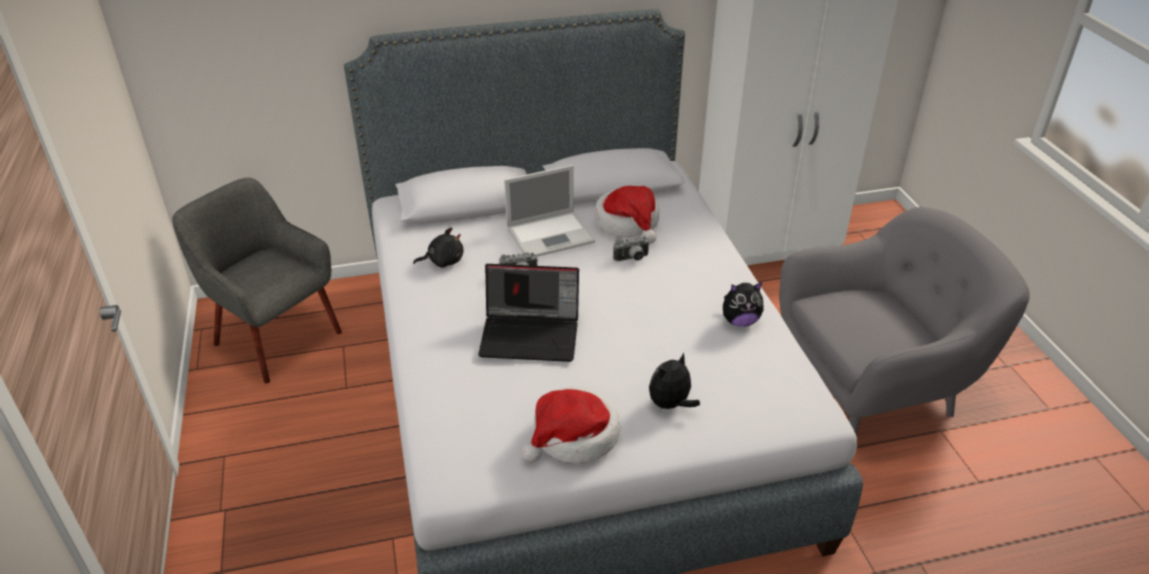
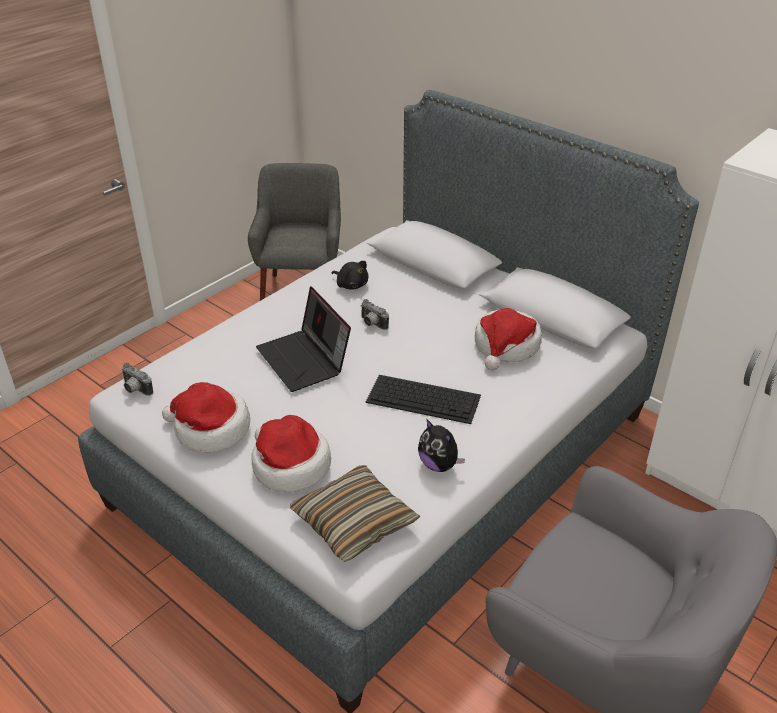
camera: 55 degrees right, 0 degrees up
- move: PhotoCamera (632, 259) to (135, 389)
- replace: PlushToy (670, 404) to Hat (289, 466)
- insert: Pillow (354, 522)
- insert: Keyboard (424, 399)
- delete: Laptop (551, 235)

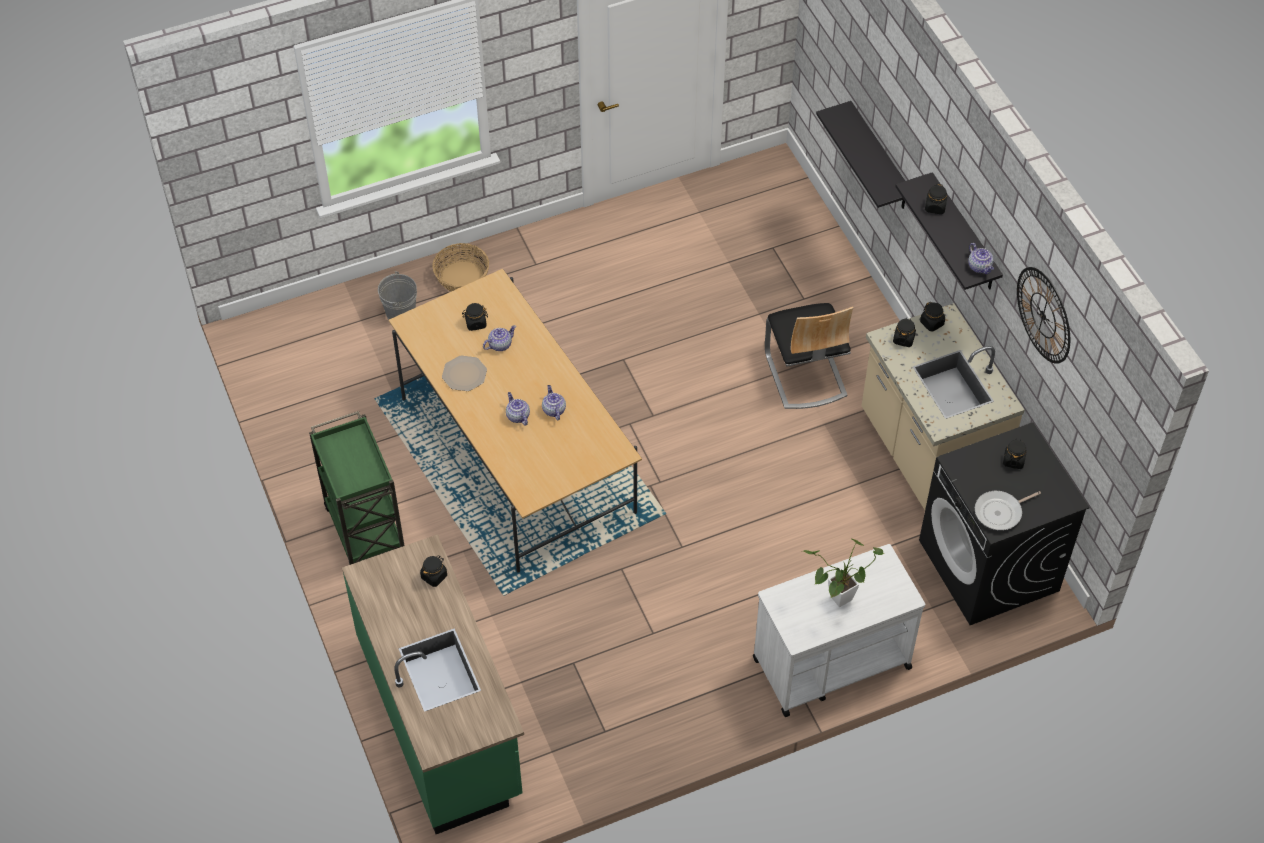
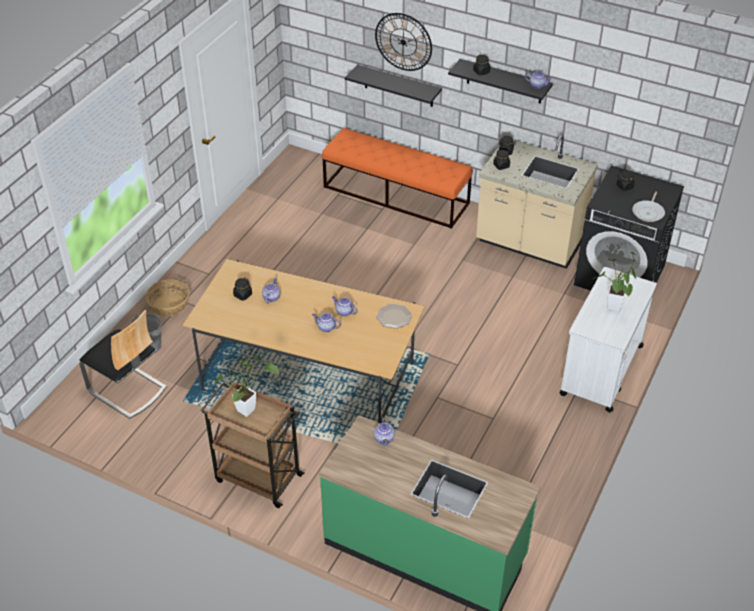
camera: 40 degrees left, 10 degrees down
- move: Chair (805, 374) to (127, 390)
- recolor: GreenCart (365, 530) to BrownCart (257, 477)
- insert: PottedPlant (249, 408)
- insert: OrangeBench (396, 195)
- replace: BlackJar (434, 576) to Teapot (384, 439)
- move: WallClock (1043, 315) to (403, 42)
- move: Plate (464, 374) to (394, 316)

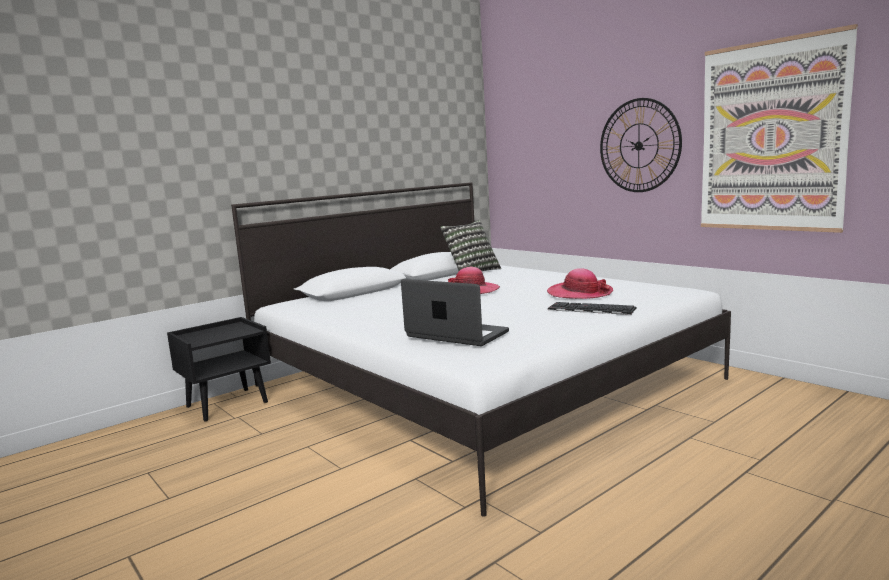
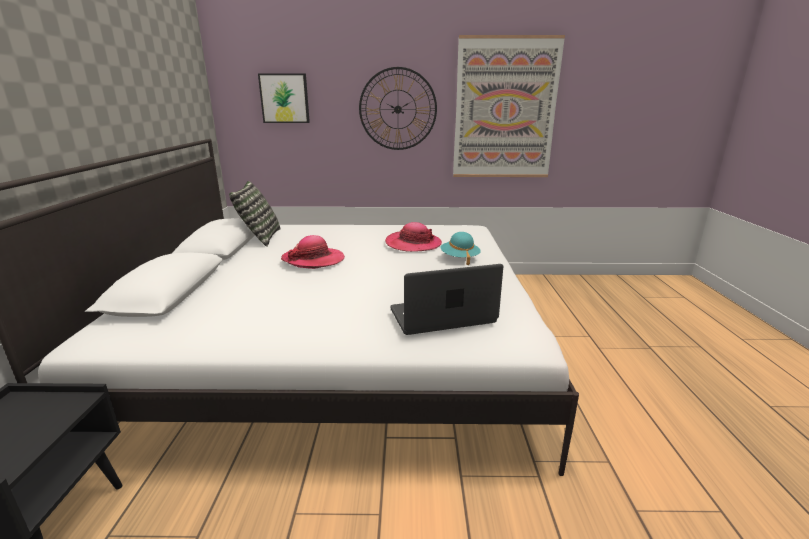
camera: 50 degrees left, 10 degrees up
- insert: Picture (285, 98)
- replace: Keyboard (590, 309) to TurquoiseHat (459, 258)

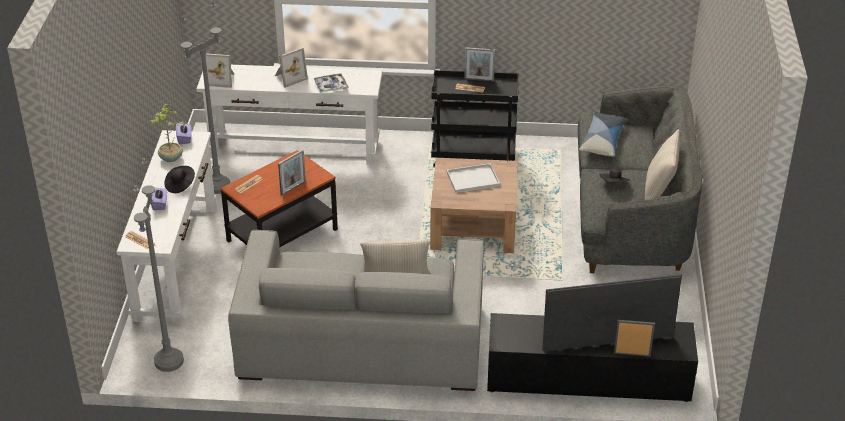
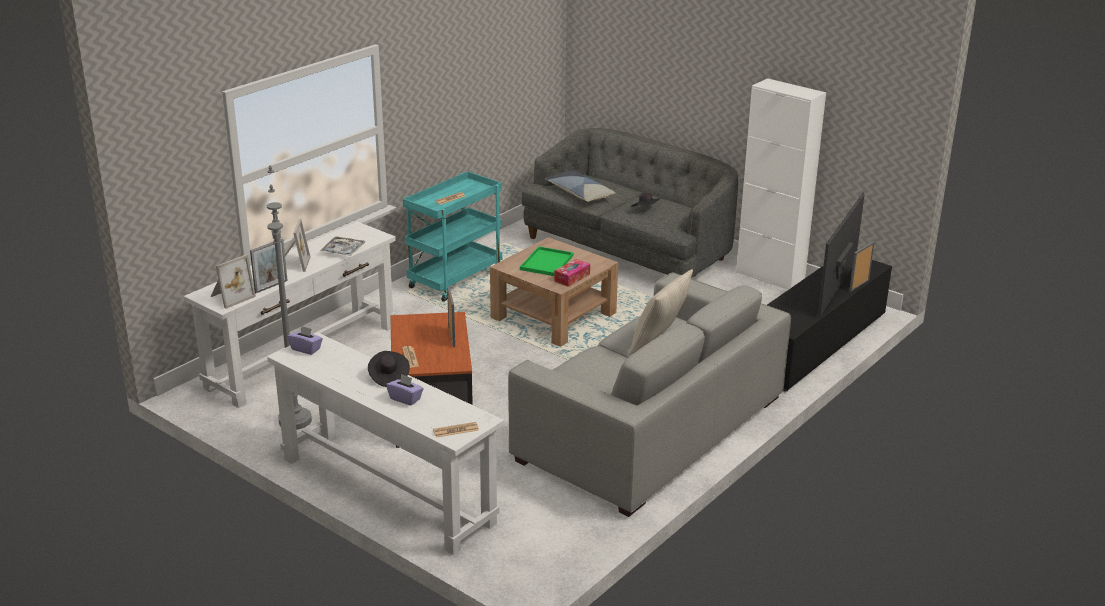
camera: 55 degrees left, 10 degrees down
- move: PictureFrame (479, 79) to (271, 286)
- recolor: BlackCart (474, 156) to TurquoiseCart (455, 279)
- recolor: WhiteTray (473, 178) to GreenTray (546, 262)
- insert: TissueBox (572, 277)
- insert: WhiteCabinet (770, 277)
- delete: GreyFloorLamp (169, 361)
- delete: PottedPlant (171, 158)
- delete: BeigePillow (659, 192)

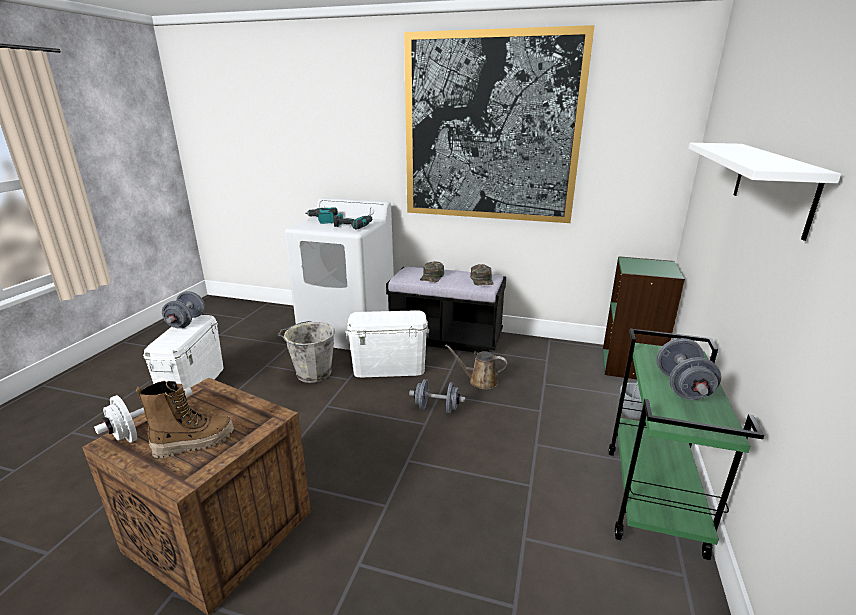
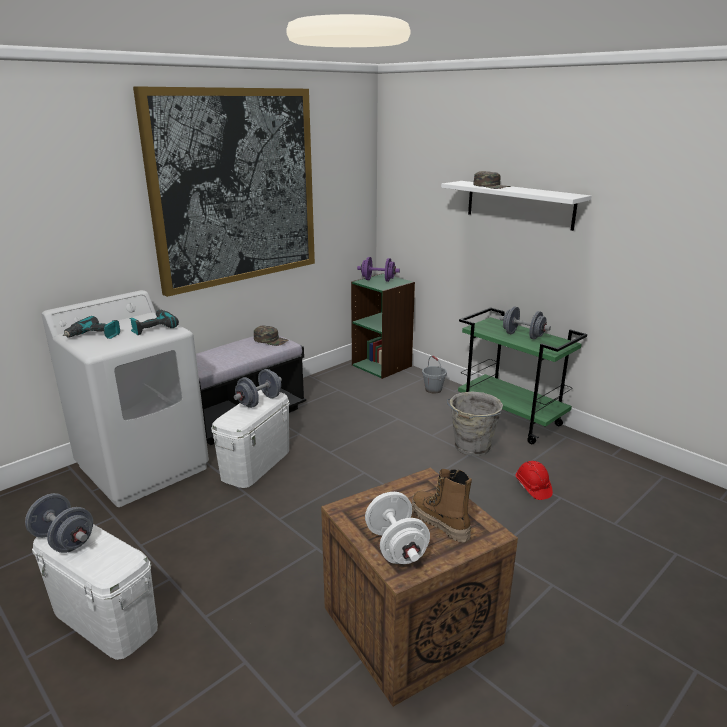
camera: 60 degrees left, 0 degrees up
- move: GreyDumbbell (437, 408) to (259, 401)
- insert: PurpleDumbbell (378, 280)
- rotate: Boot (194, 443) = (439, 523) 45 degrees counterclockwise
- move: GreyBucket (312, 373) to (471, 447)
- move: GreenCap (432, 276) to (491, 186)
- insert: RedHardHat (532, 488)
- delete: BrownWateringCan (480, 381)

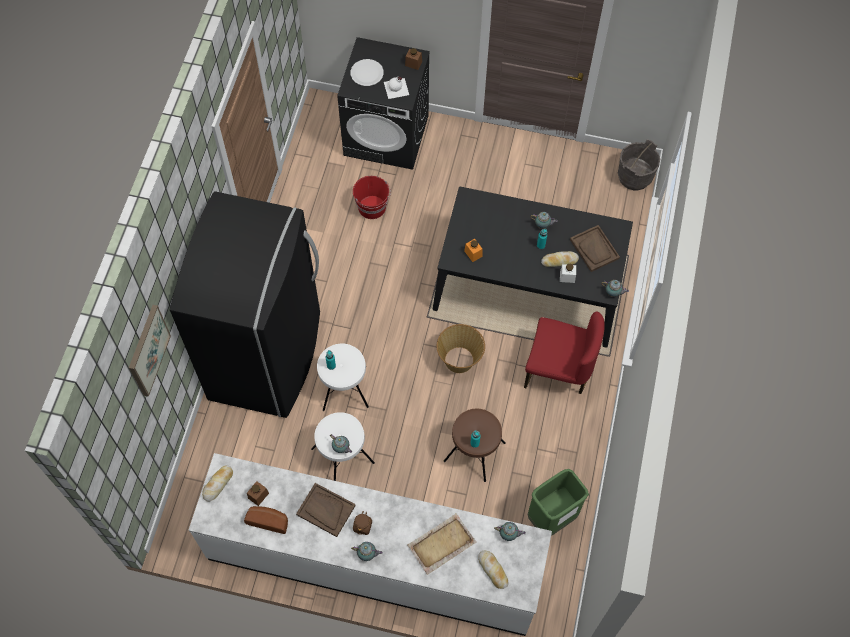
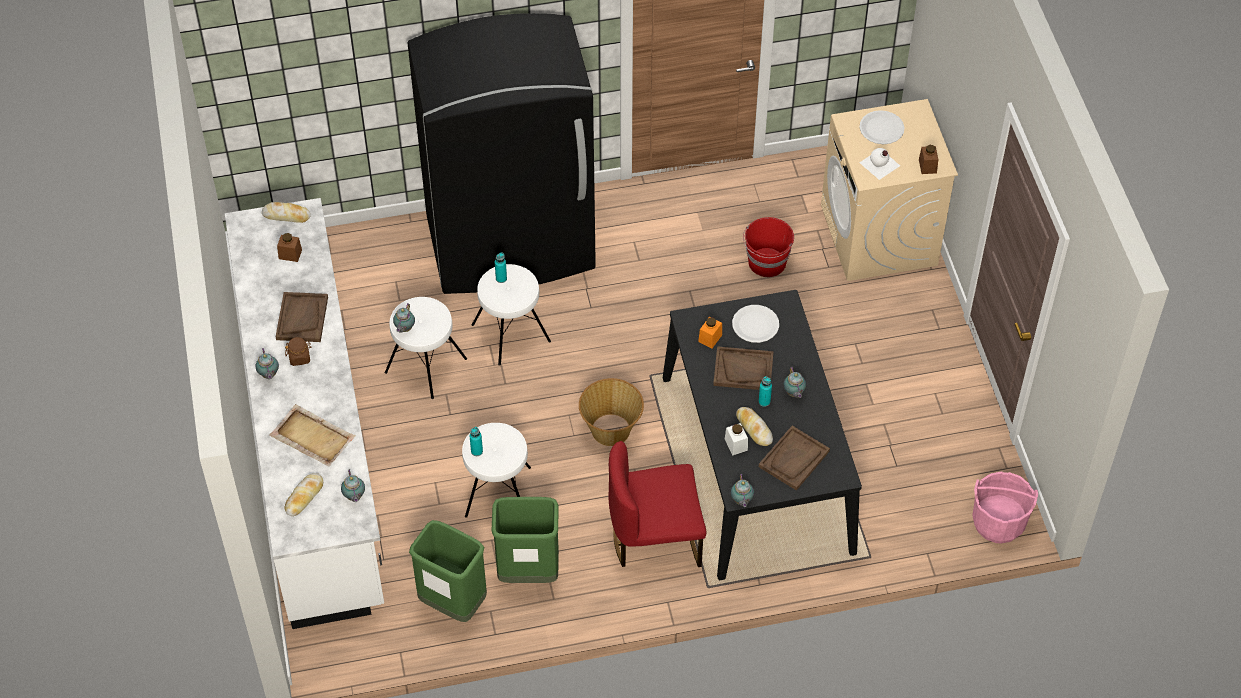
camera: 65 degrees right, 10 degrees down
- recolor: BrownStool (474, 452) to WhiteStool (497, 491)
- insert: GreenTrashCan (528, 572)
- rotate: RedChair (558, 370) = (655, 538) 90 degrees clockwise
- insert: BrownTray (743, 370)
- insert: WhitePlate (755, 324)
- recolor: BlackWashingMachine (387, 135) to BeigeWashingMachine (879, 236)
- recolor: GreyBucket (634, 176) to PinkBucket (998, 522)
- delete: Picture (148, 350)
- delete: Bread (268, 520)

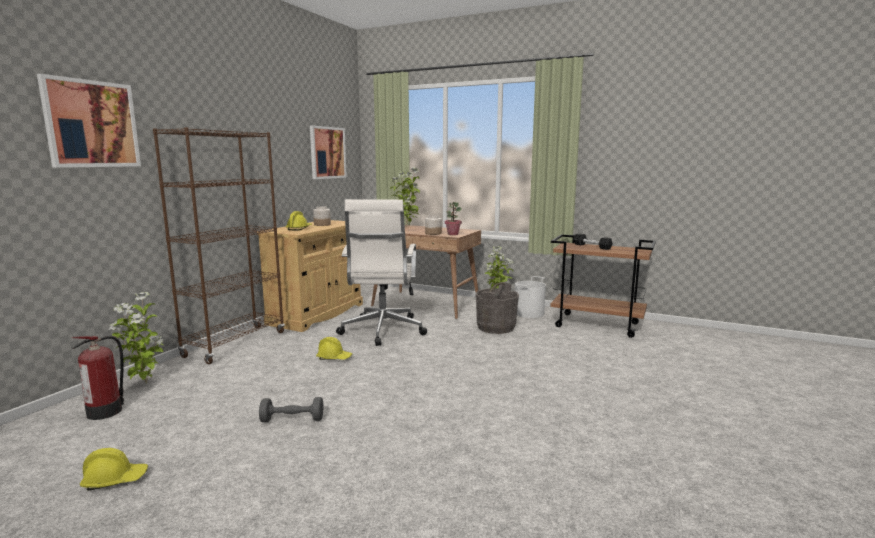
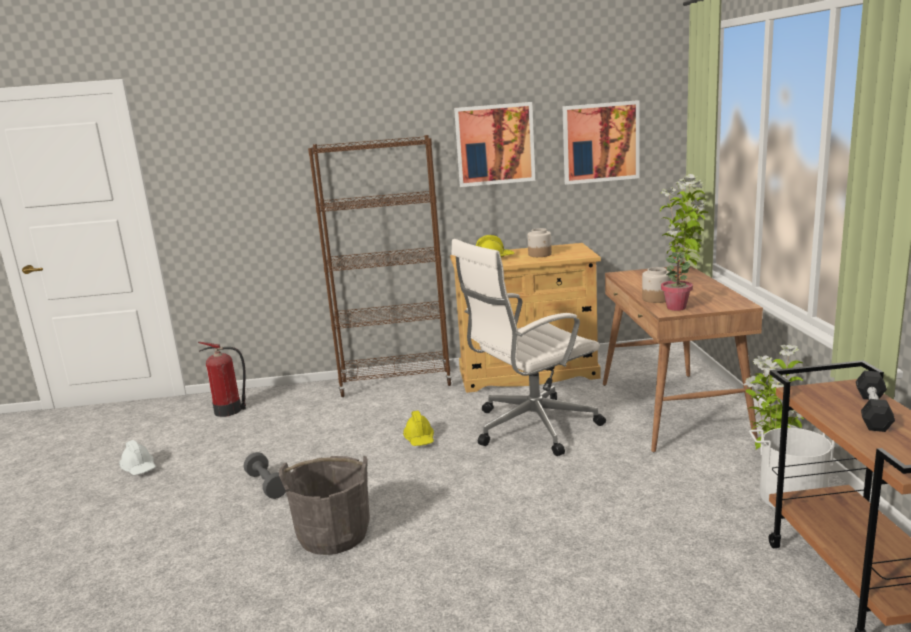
camera: 60 degrees right, 5 degrees up
- recolor: YellowHardHat (115, 480) to WhiteHardHat (139, 468)
- move: GreyBucket (495, 327) to (334, 534)
- move: Picture (91, 124) to (495, 144)
- delete: PottedPlant (144, 383)

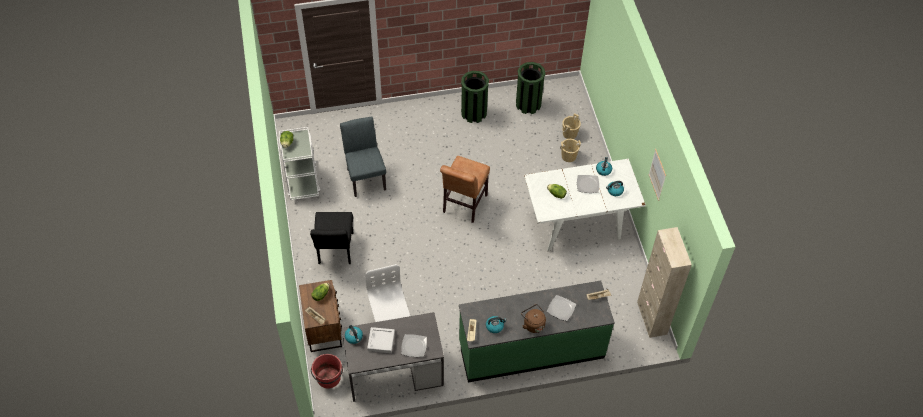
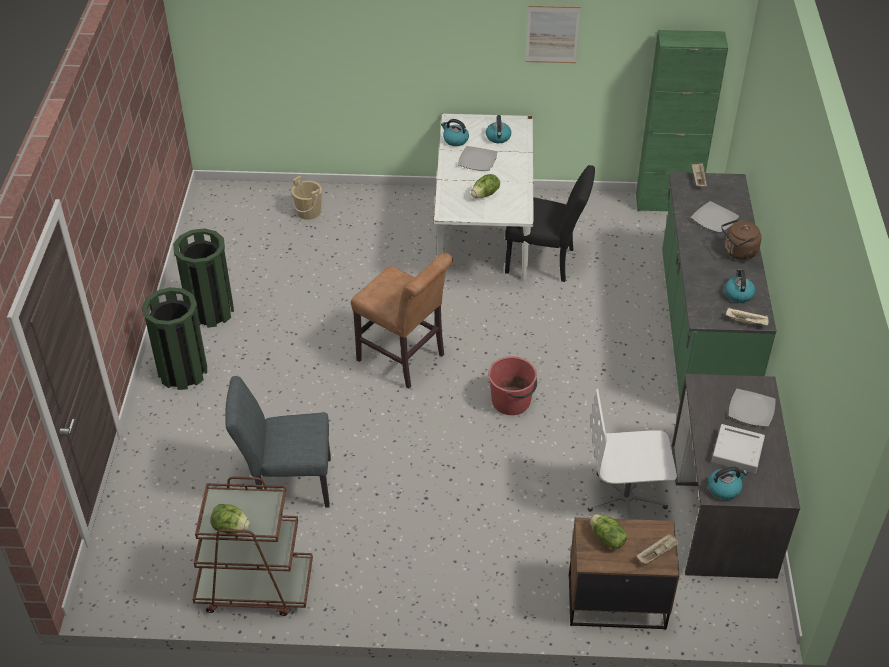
camera: 75 degrees left, 10 degrees down
- move: GreenTrashCan (528, 104) to (183, 371)
- recolor: WhiteCart (302, 180) to BrownCart (254, 587)
- move: RedBucket (328, 378) to (511, 401)
- move: BlackChair (335, 251) to (546, 262)
- recolor: BeigeCabinet (651, 318) to GreenCabinet (666, 203)
- delete: BeigeBucket (568, 156)

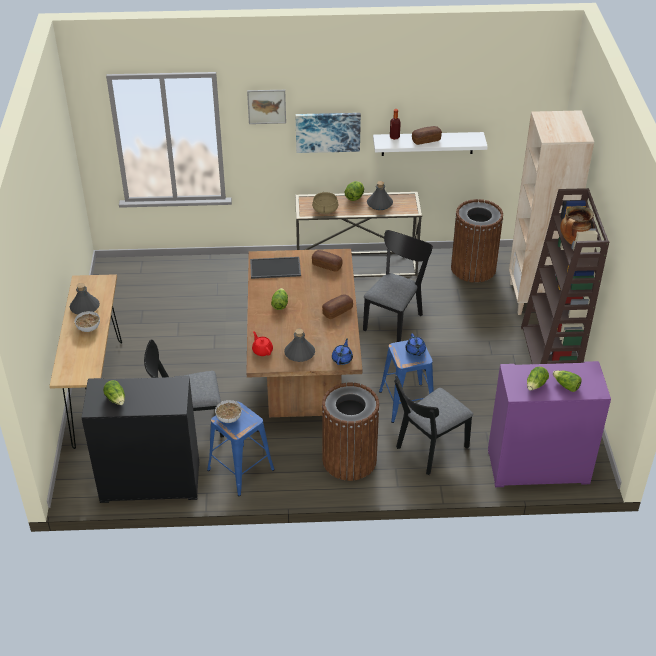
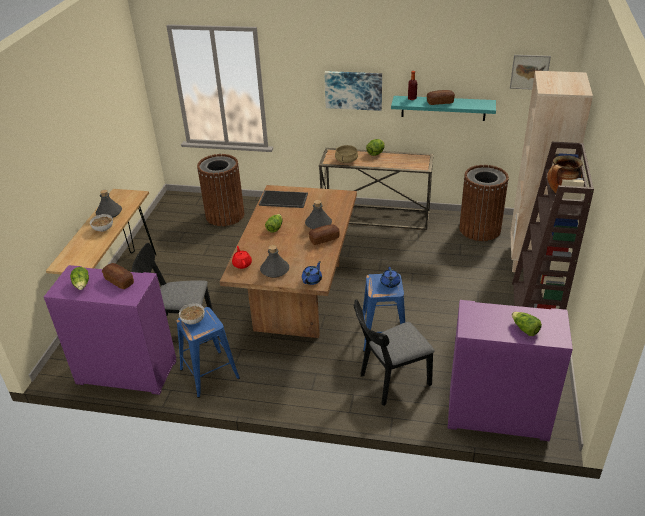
camera: 15 degrees right, 5 degrees down
- recolor: BlackCabinet (149, 482) to PurpleCabinet (126, 372)
- move: Bread (327, 265) to (119, 281)
- move: BrownTrashCan (349, 459) to (225, 215)
- move: GreyBottle (379, 204) to (318, 224)
- recolor: WhiteShelf (427, 143) to TurquoiseShelf (443, 108)
- move: Picture (266, 106) to (529, 72)
- delete: BlackChair (395, 319)
- delete: Lettuce (536, 385)

